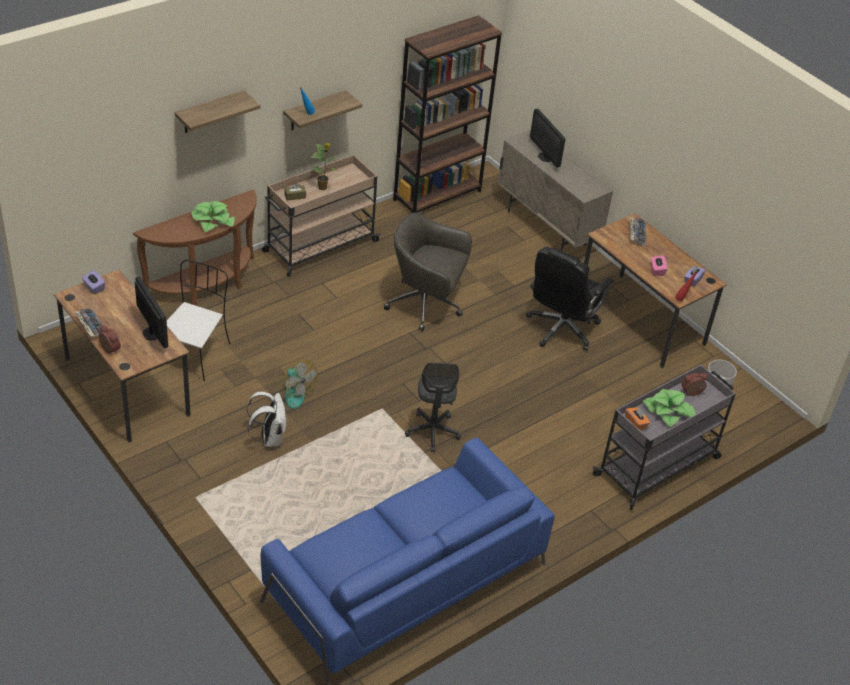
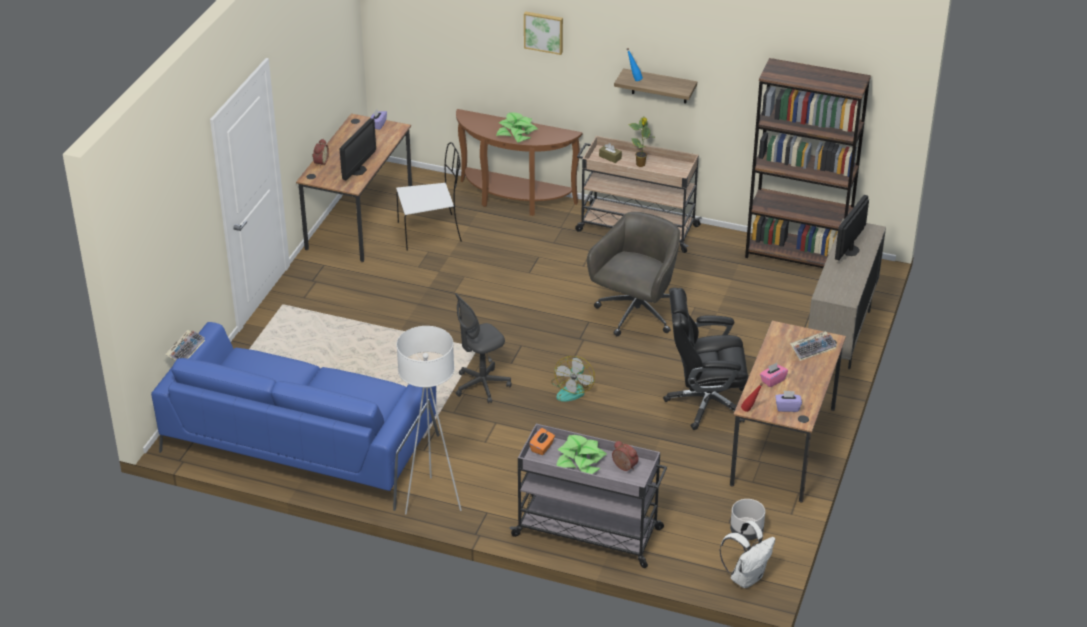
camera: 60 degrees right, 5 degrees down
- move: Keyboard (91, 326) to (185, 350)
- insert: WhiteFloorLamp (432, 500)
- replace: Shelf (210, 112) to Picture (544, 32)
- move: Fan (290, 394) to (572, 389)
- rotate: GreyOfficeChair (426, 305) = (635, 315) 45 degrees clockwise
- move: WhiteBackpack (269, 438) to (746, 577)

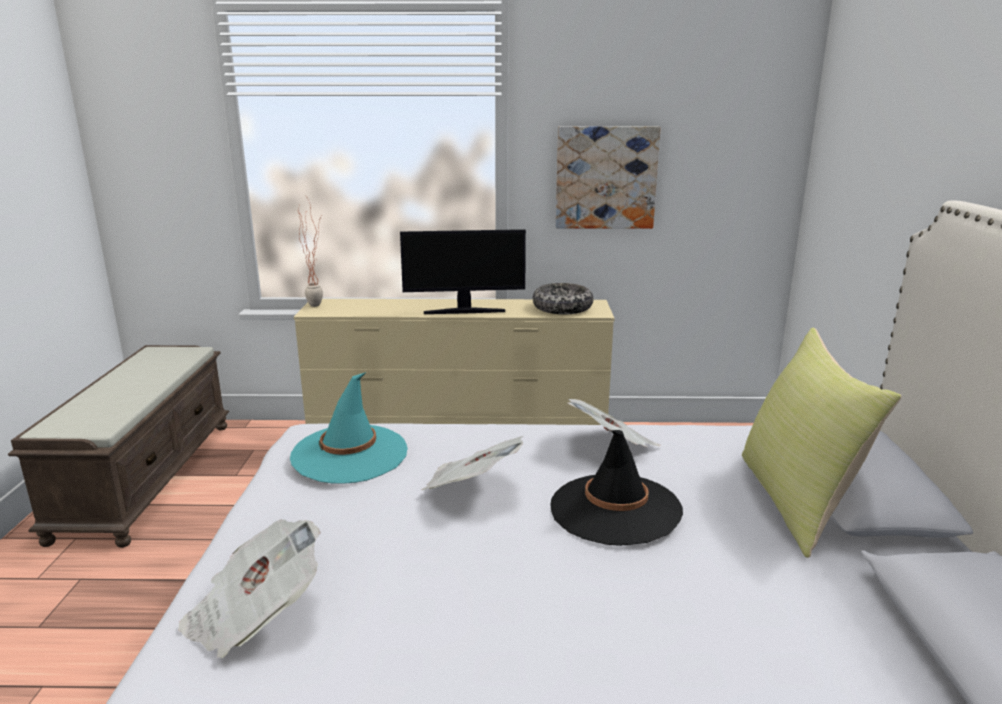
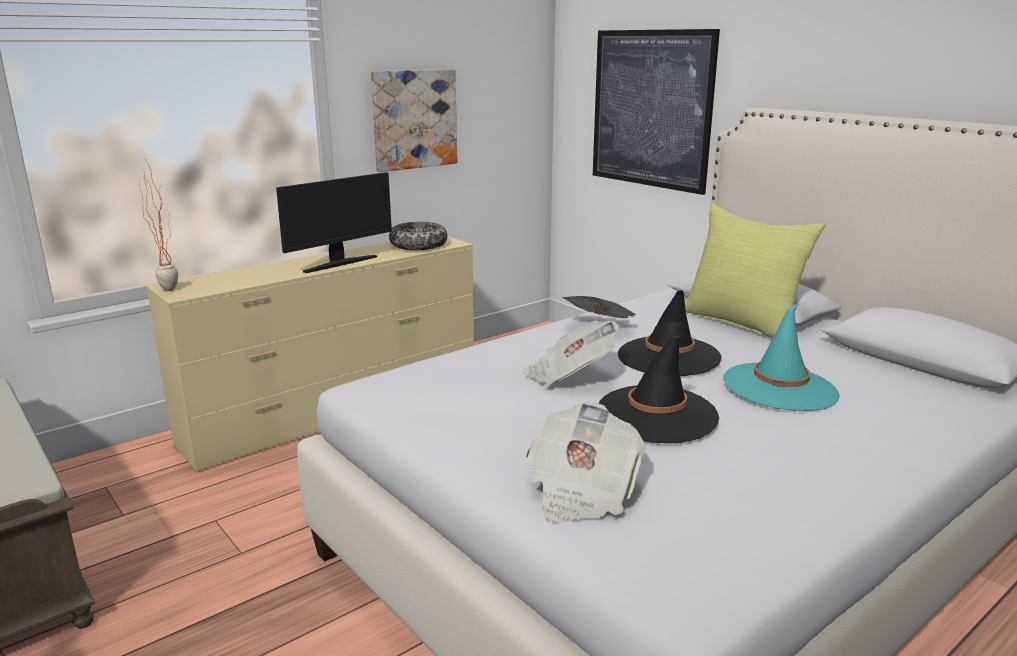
camera: 40 degrees left, 0 degrees up
- insert: Picture (651, 109)
- insert: BlackHat (656, 415)
- move: TurquoiseHat (350, 454) to (780, 387)

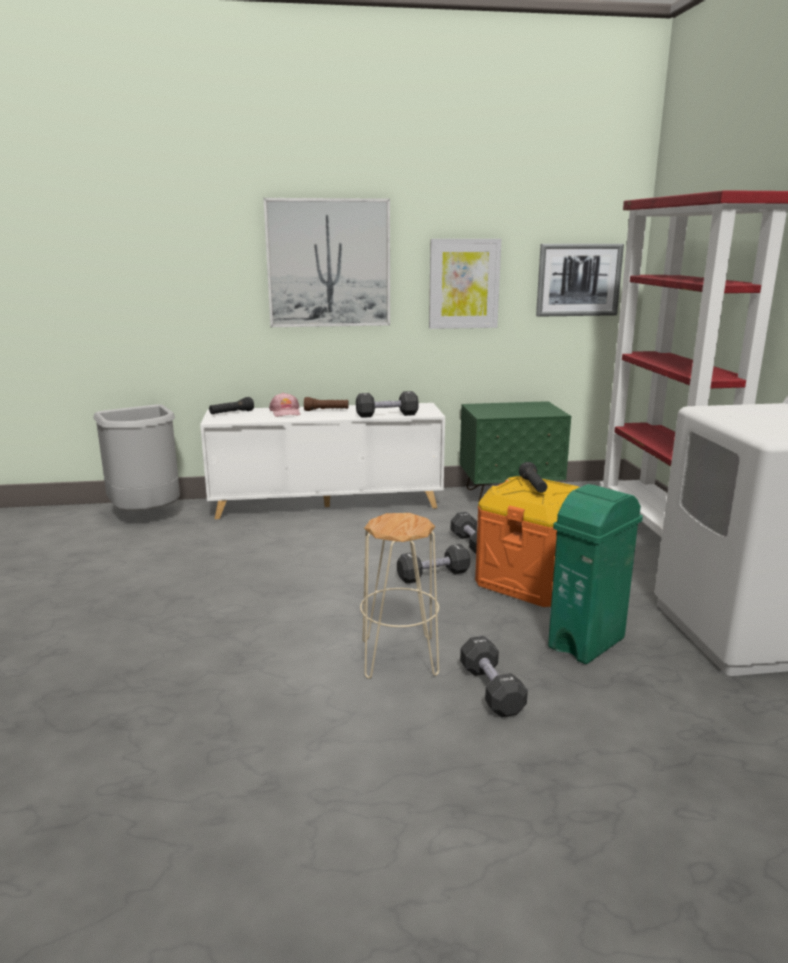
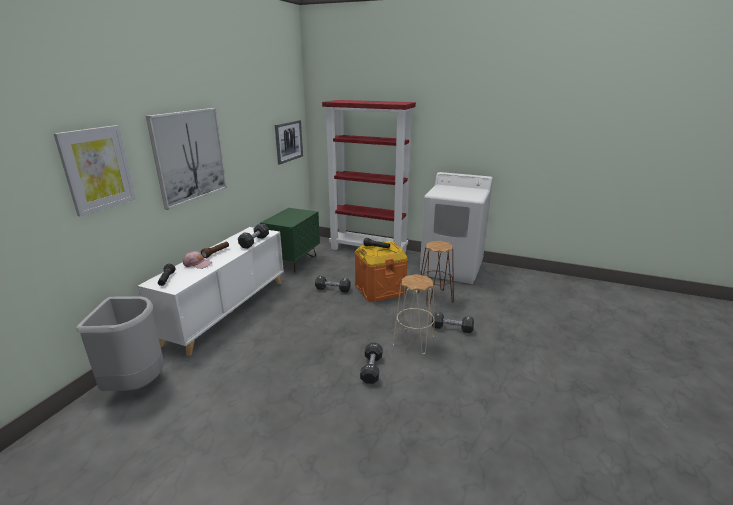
camera: 60 degrees left, 5 degrees up
- move: Picture (464, 284) to (97, 169)
- move: BlackDumbbell (433, 575) to (371, 369)
- replace: GreenTrashCan (587, 642) to BrownStool (435, 298)

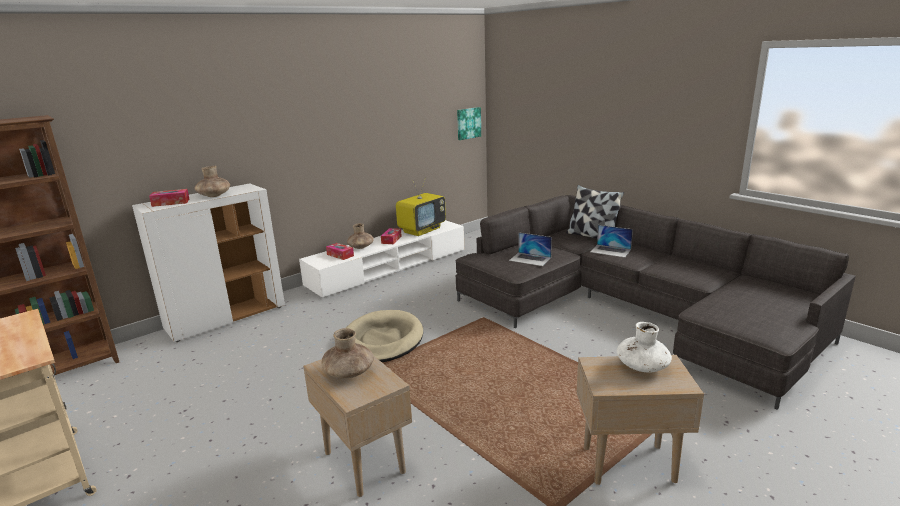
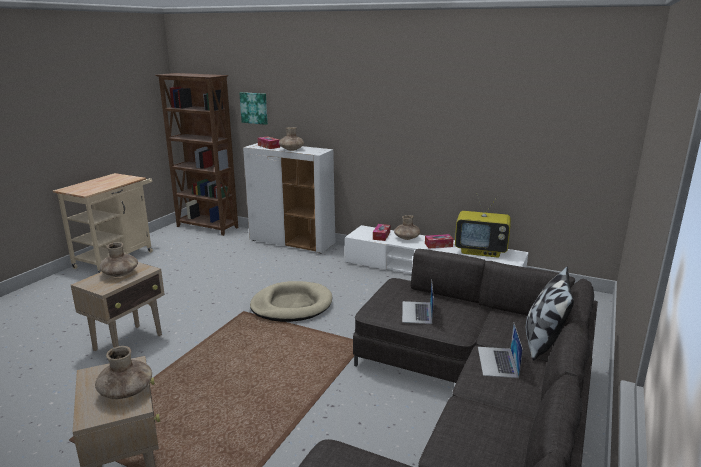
camera: 65 degrees right, 0 degrees up
- recolor: WhiteVase (642, 366) to BrownVase (126, 391)
- move: Picture (468, 123) to (254, 108)

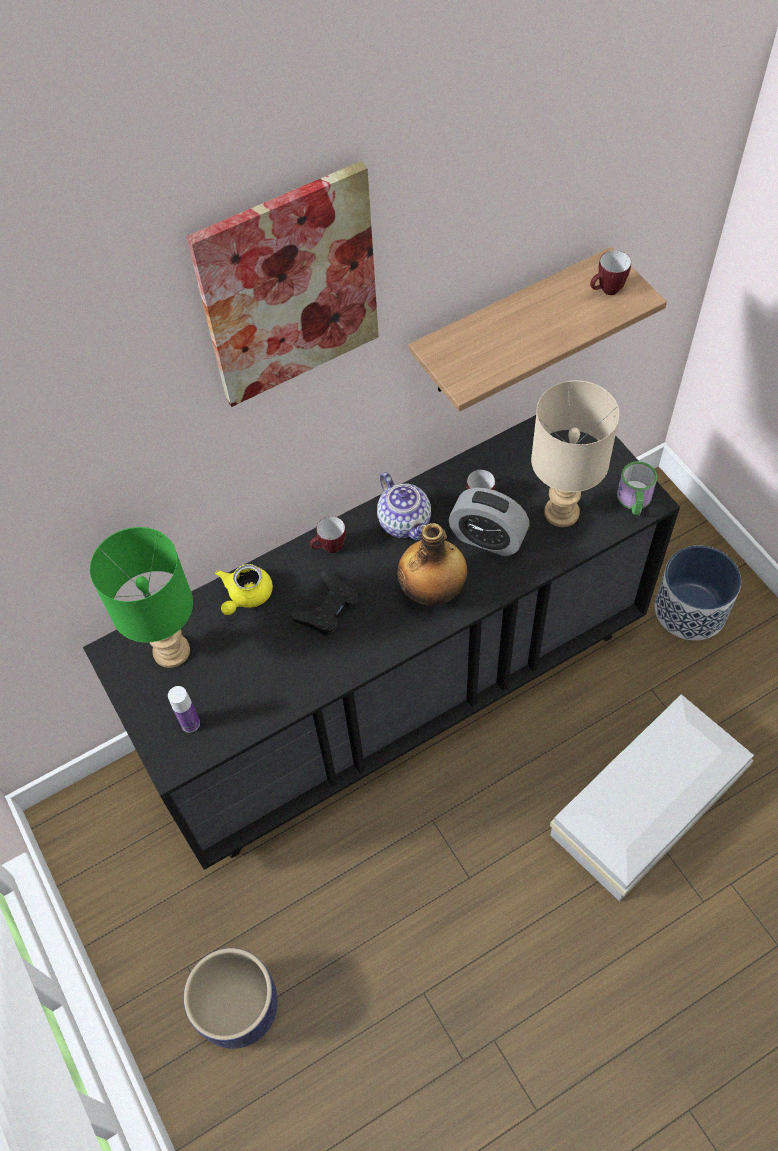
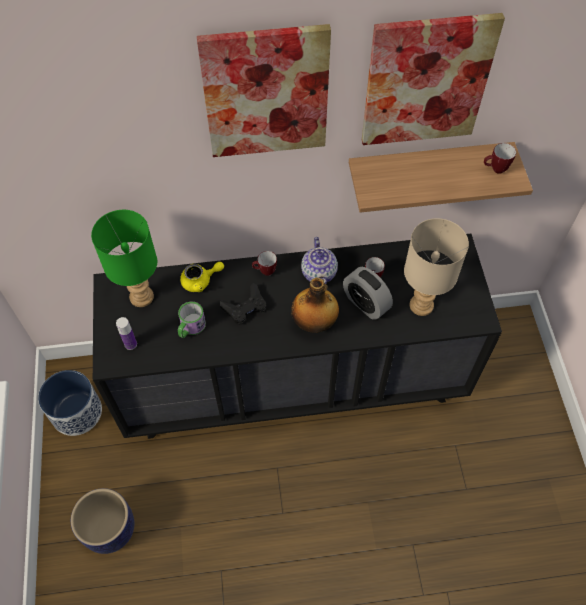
camera: 20 degrees right, 0 degrees up
- move: Planter (690, 610) to (76, 413)
- move: Mug (634, 501) to (190, 328)
- rotate: YellowTeapot (246, 596) = (201, 281) 150 degrees counterclockwise
- insert: Picture (426, 81)
- delete: WhiteStorageBox (650, 804)

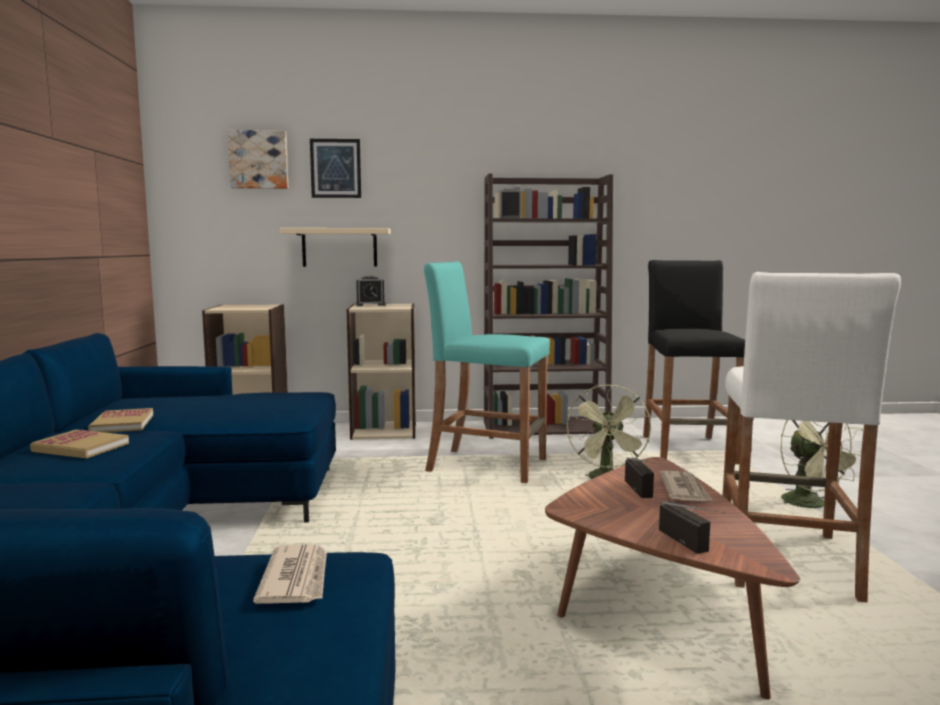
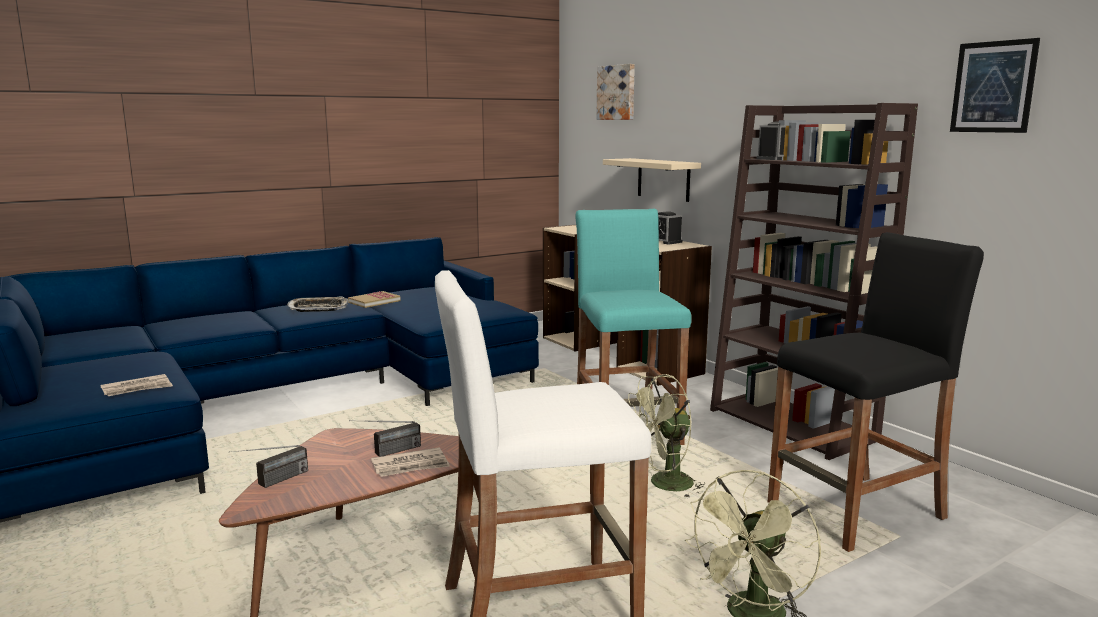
camera: 60 degrees right, 5 degrees up
- replace: Book (80, 447) to Tray (318, 308)
- move: Picture (335, 168) to (993, 87)

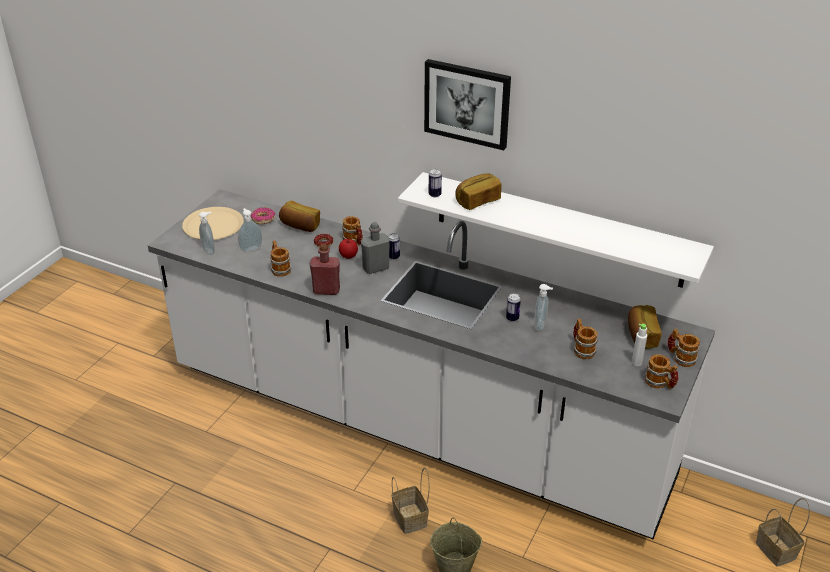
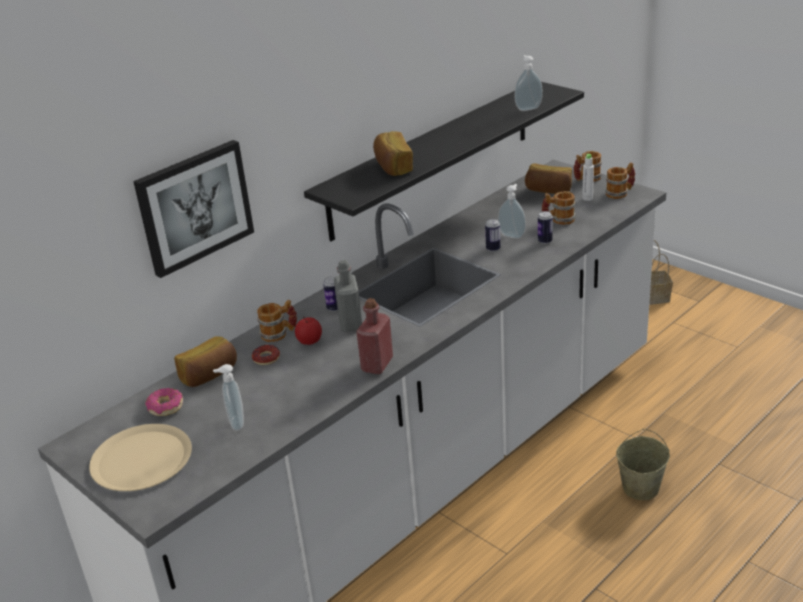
camera: 70 degrees left, 5 degrees down
- move: Picture (467, 103) to (194, 207)
- recolor: WhiteShelf (557, 229) to BlackShelf (432, 158)
- move: SoapDispenser (209, 251) to (528, 108)
- move: Can (434, 195) to (545, 241)
- delete: Mug (279, 268)
- delete: Basket (411, 519)

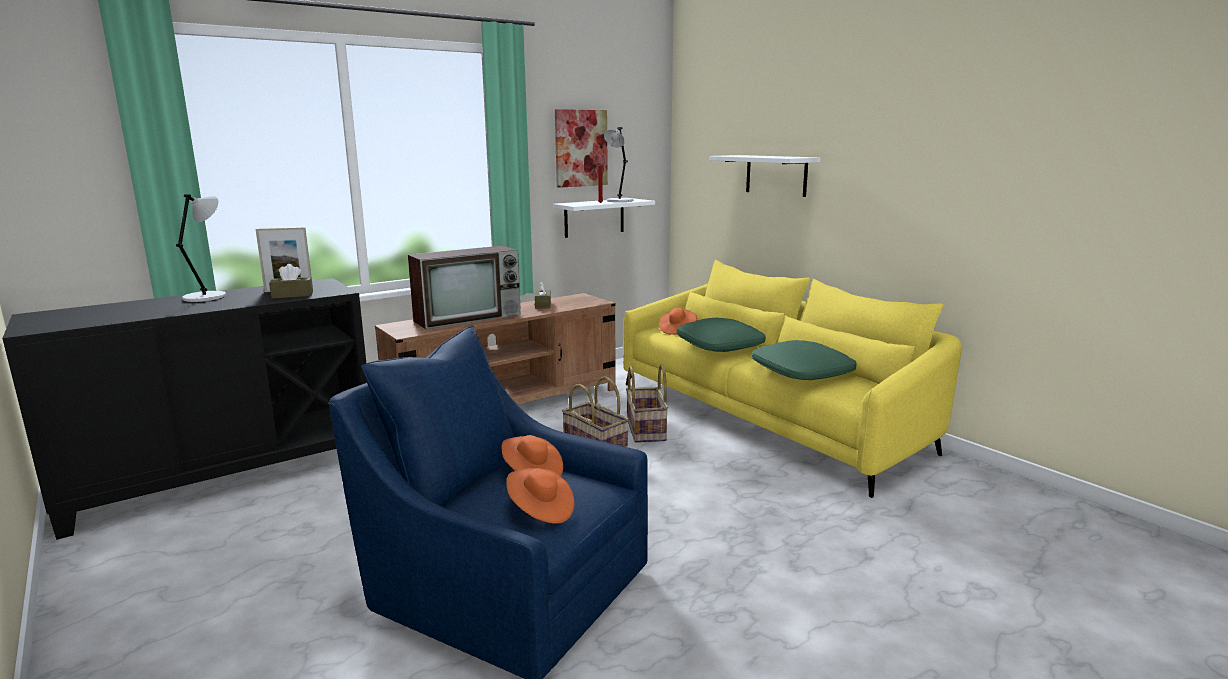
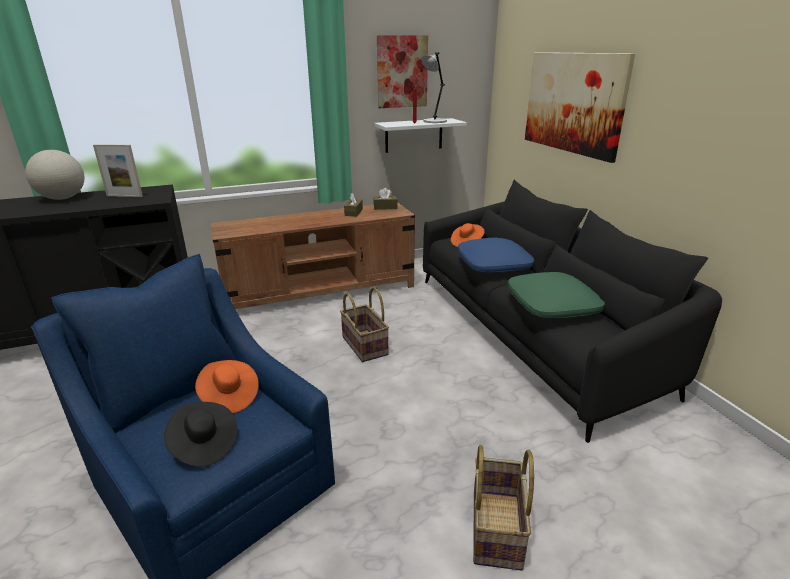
camera: 15 degrees right, 10 degrees up
- replace: GreyTableLamp (207, 297) to Globe (62, 198)
- recolor: OrangeHat (540, 511) to BlackHat (203, 445)
- move: BrownTissueBox (292, 295) to (385, 207)
- recolor: YellowSofa (770, 416) to BlackSofa (533, 331)
- recolor: GreenPillow (720, 346) to BluePillow (494, 264)
- move: Basket (647, 430) to (498, 529)
- replace: WhiteShelf (776, 175) to Picture (573, 103)
- delete: Television (469, 317)

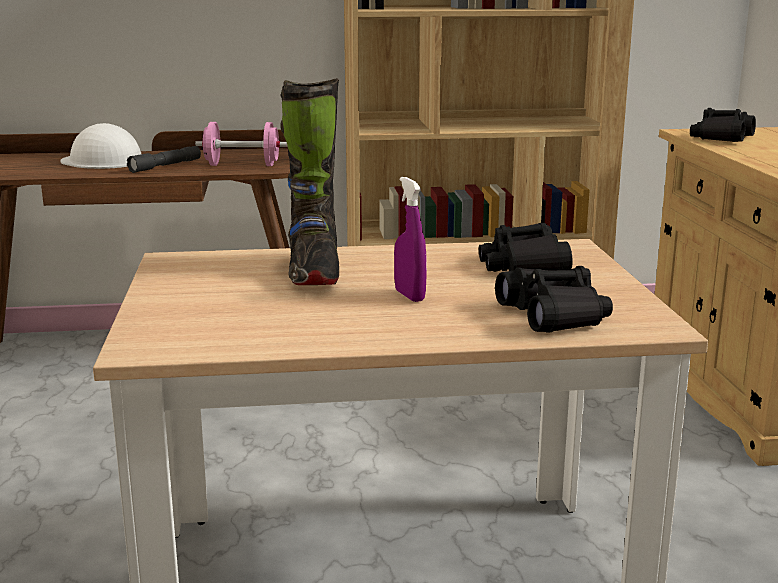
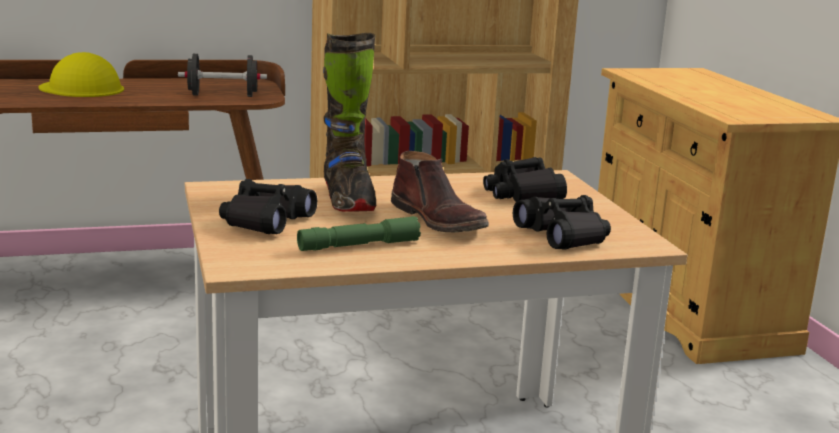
camera: 10 degrees left, 0 degrees up
- recolor: WhiteHardHat (103, 161) to YellowHardHat (82, 88)
- recolor: PinkDumbbell (242, 165) to BlackDumbbell (223, 95)
- move: BlackBinoculars (722, 138) to (266, 221)
- insert: GreenFlashlight (358, 246)
- replace: PurpleSprayBottle (409, 296) to BrownBoot (439, 220)
- delete: GreyFlashlight (165, 166)

